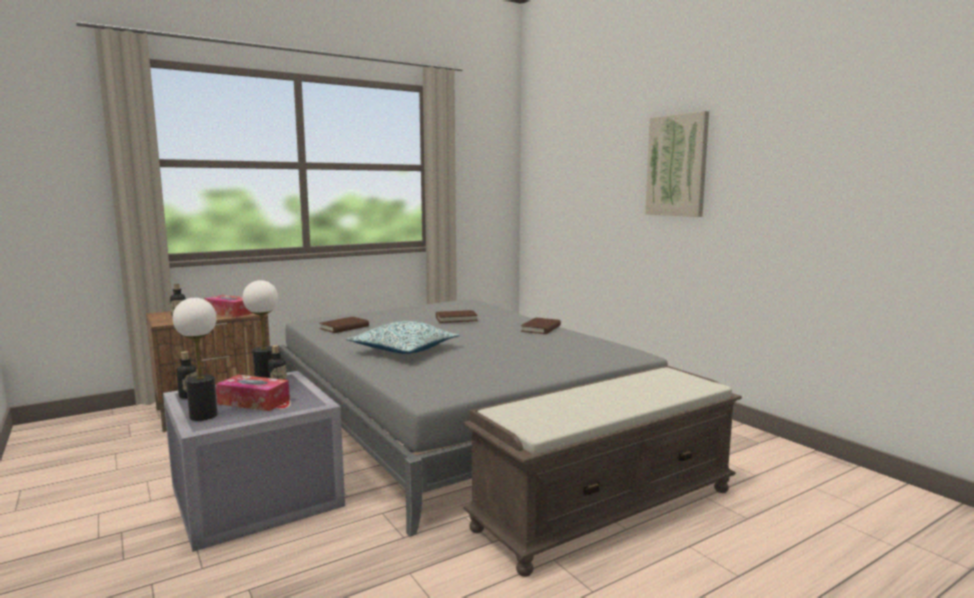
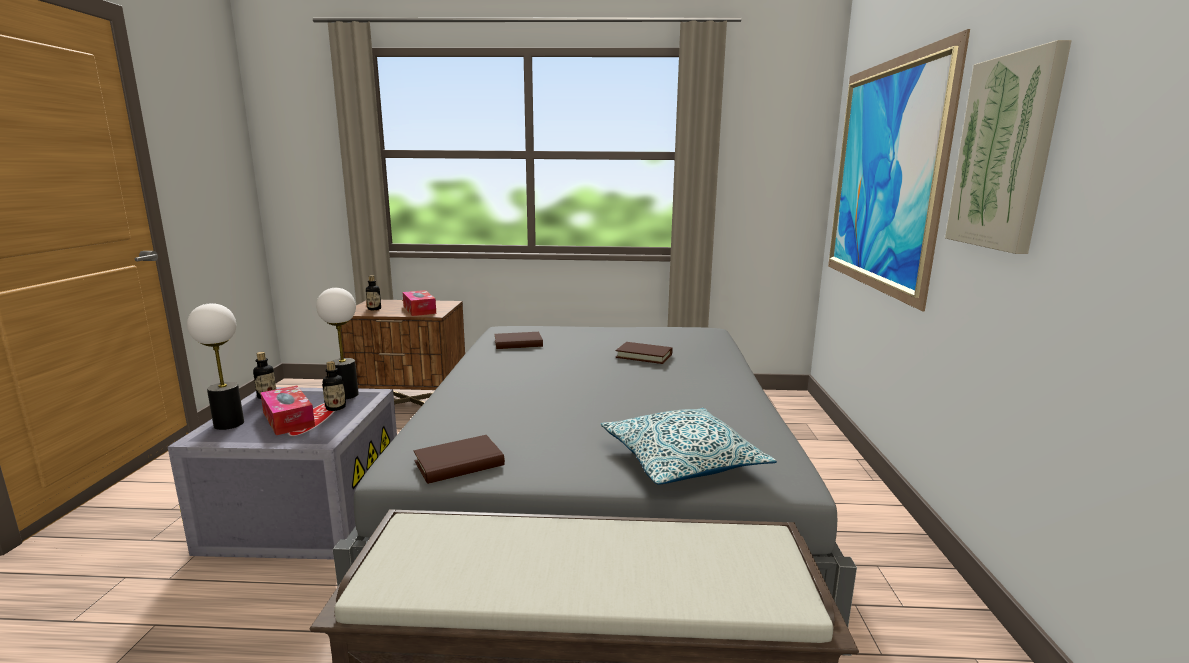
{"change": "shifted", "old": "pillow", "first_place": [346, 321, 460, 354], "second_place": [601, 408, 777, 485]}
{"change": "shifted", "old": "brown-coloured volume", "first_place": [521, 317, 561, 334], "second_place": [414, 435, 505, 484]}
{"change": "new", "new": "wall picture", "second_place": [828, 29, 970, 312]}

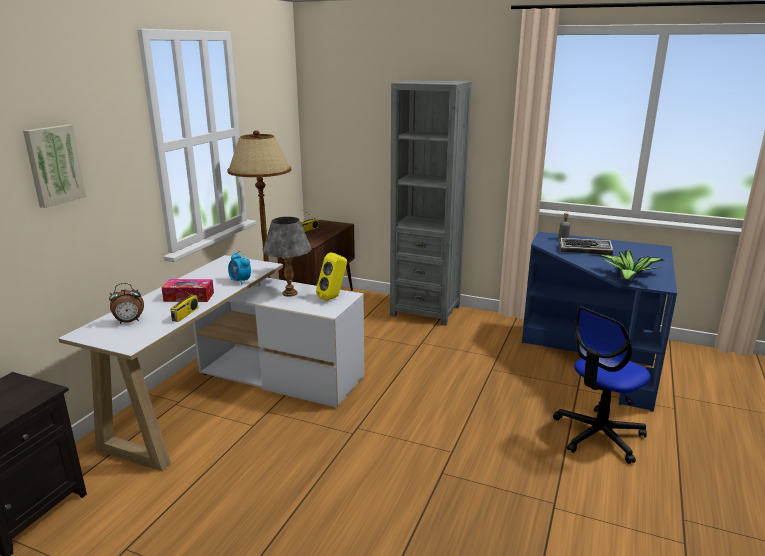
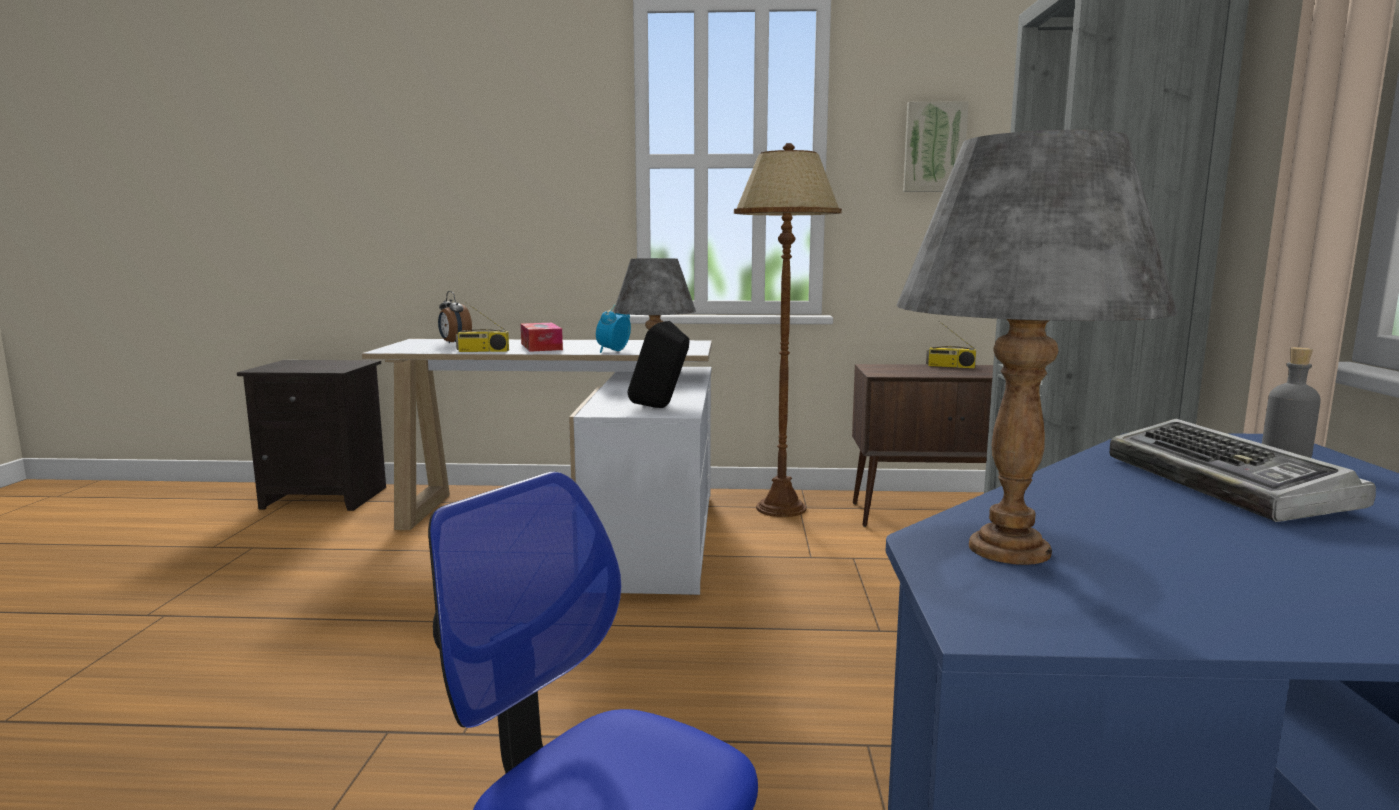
{"change": "shifted", "old": "wall picture", "first_place": [23, 125, 86, 208], "second_place": [903, 101, 969, 192]}
{"change": "repainted", "old": "yellow speaker", "new": "black-coloured speaker", "first_place": [316, 252, 347, 301], "second_place": [628, 321, 689, 408]}
{"change": "swapped", "old": "houseplant", "new": "greyish lamp for a table", "first_place": [599, 251, 665, 281], "second_place": [897, 130, 1178, 565]}

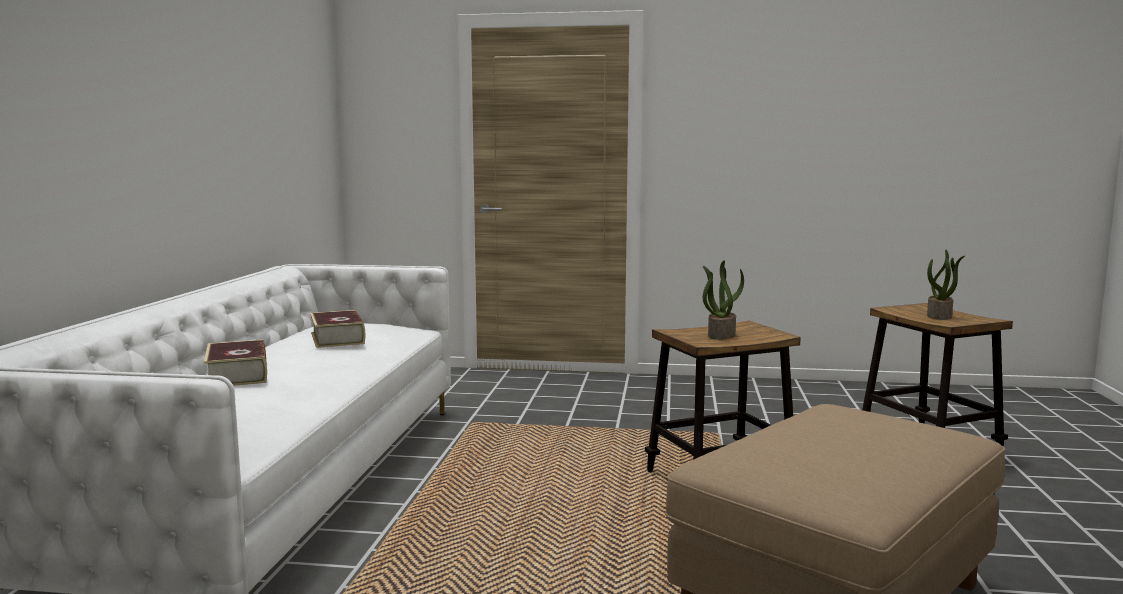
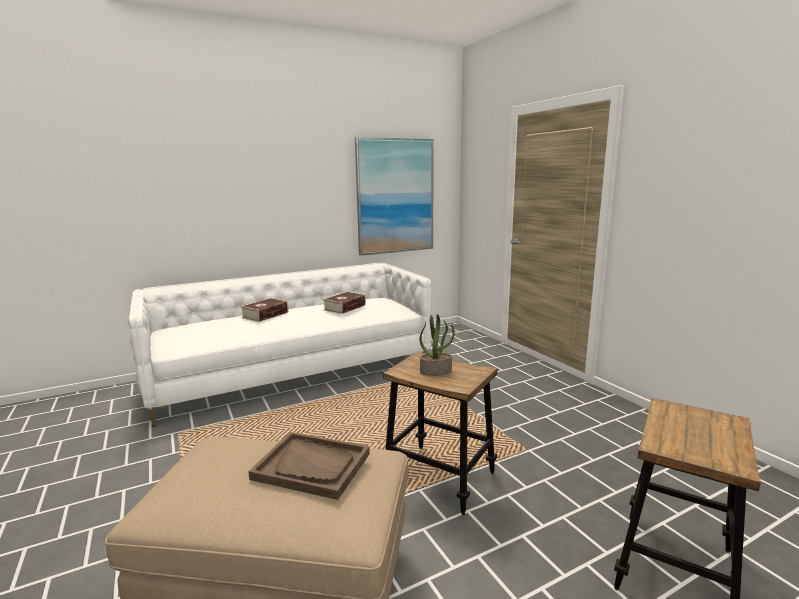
{"change": "gone", "old": "houseplant", "first_place": [927, 249, 965, 320]}
{"change": "new", "new": "brown-coloured serving tray", "second_place": [248, 432, 370, 500]}
{"change": "new", "new": "wall picture", "second_place": [355, 137, 434, 256]}

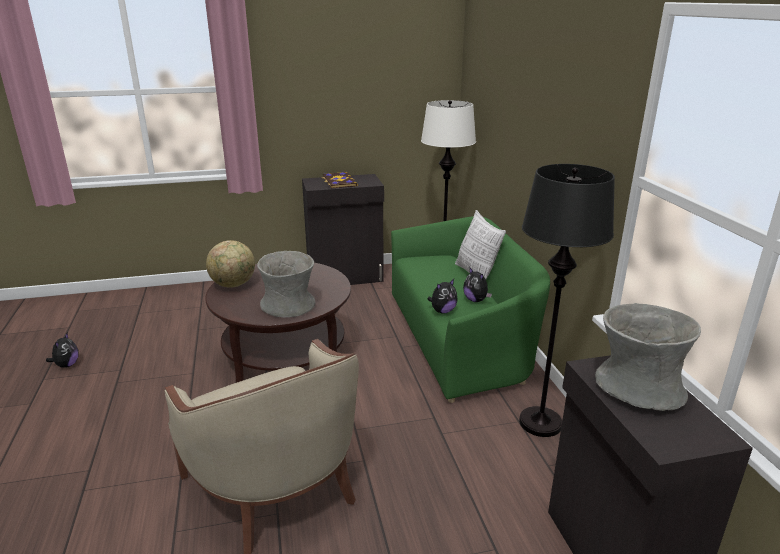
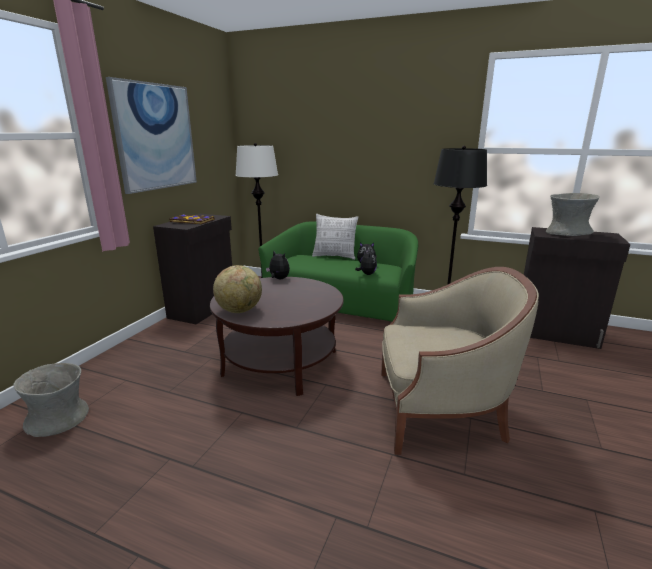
{"change": "shifted", "old": "soft toy", "first_place": [46, 332, 79, 368], "second_place": [266, 251, 290, 279]}
{"change": "shifted", "old": "greyish flower vase", "first_place": [257, 251, 315, 317], "second_place": [13, 363, 89, 437]}
{"change": "new", "new": "wall picture", "second_place": [106, 77, 197, 194]}

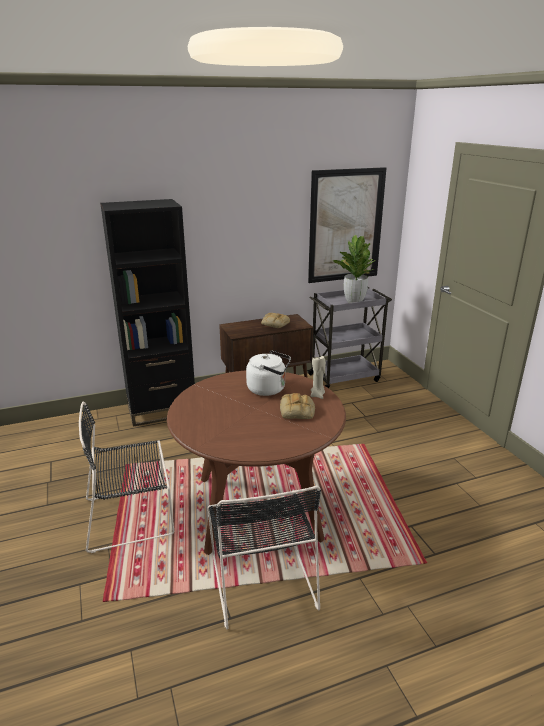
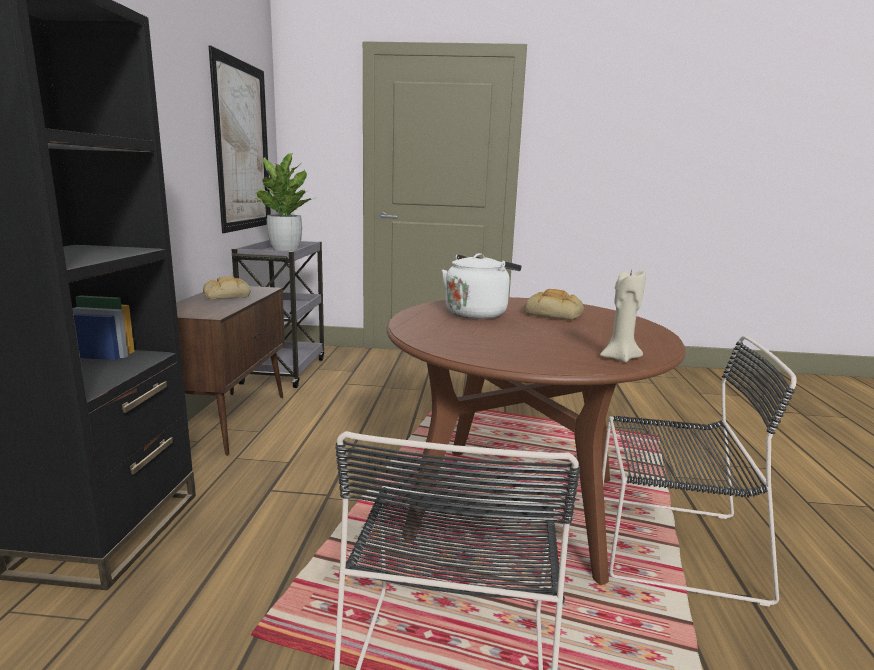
{"change": "shifted", "old": "beige-coloured wax candle", "first_place": [311, 356, 326, 399], "second_place": [600, 269, 646, 363]}

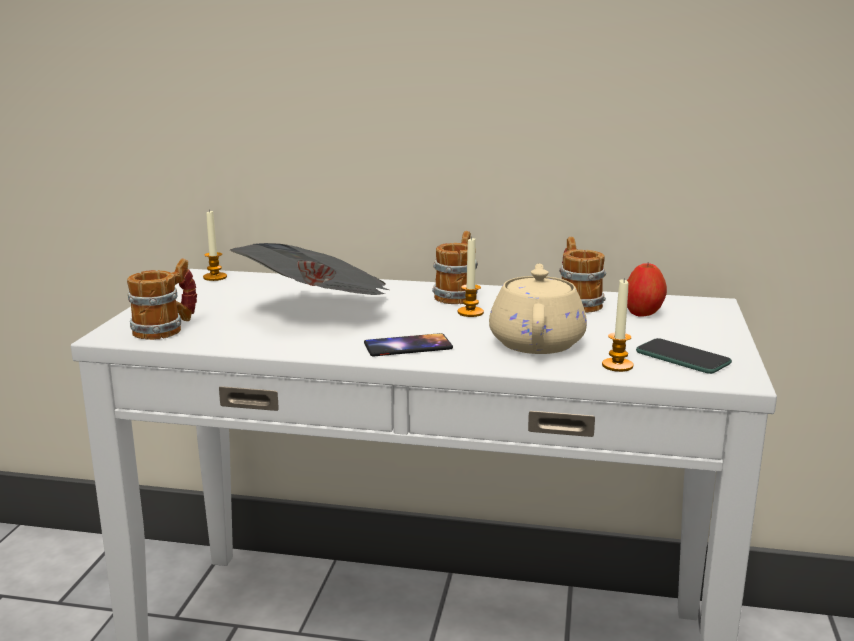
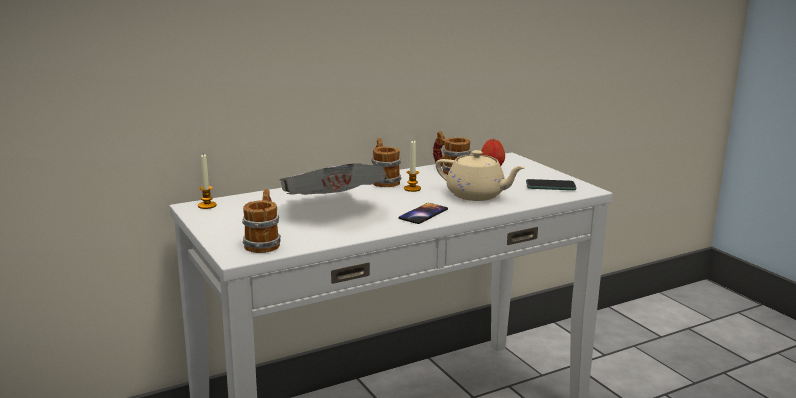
{"change": "rotated", "old": "beige-coloured teapot", "first_place": [489, 264, 587, 354], "second_place": [436, 150, 525, 201], "degrees": 150}
{"change": "gone", "old": "wax candle", "first_place": [602, 278, 633, 372]}

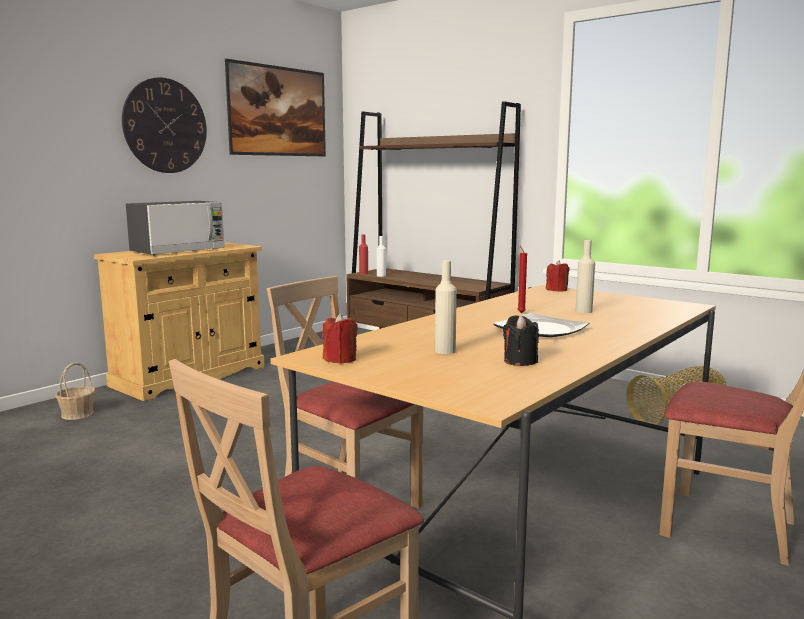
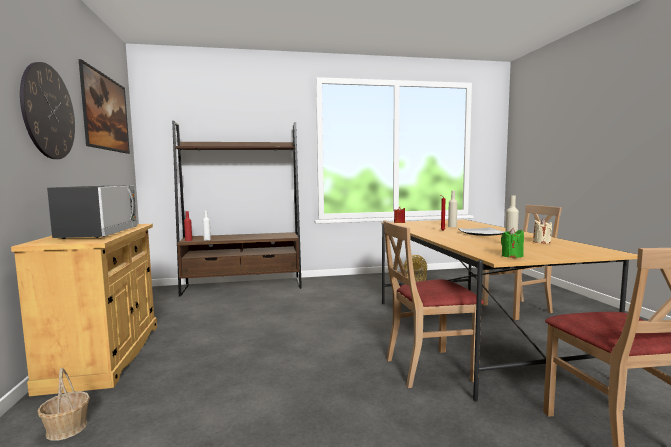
{"change": "repainted", "old": "red wax candle", "new": "green wax candle", "first_place": [322, 313, 358, 364], "second_place": [501, 228, 524, 258]}
{"change": "repainted", "old": "black-coloured wax candle", "new": "beige-coloured wax candle", "first_place": [503, 315, 539, 366], "second_place": [533, 219, 552, 243]}

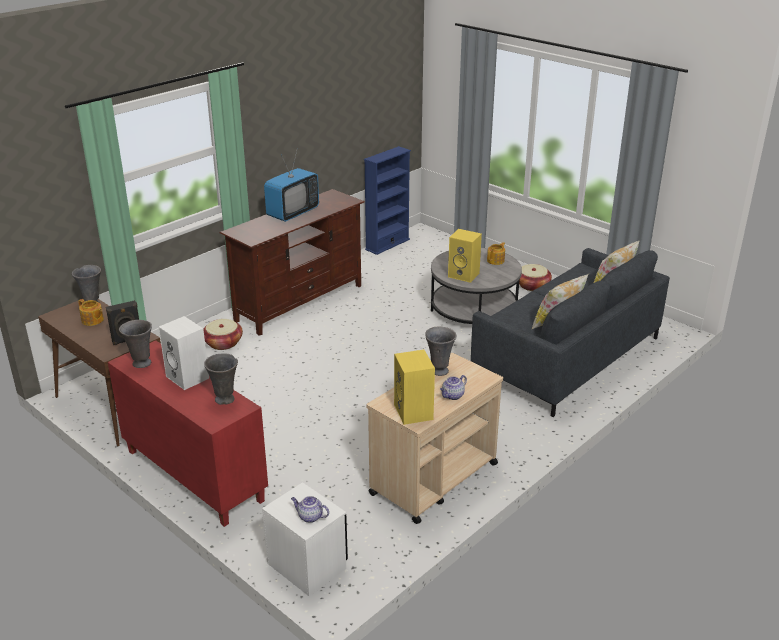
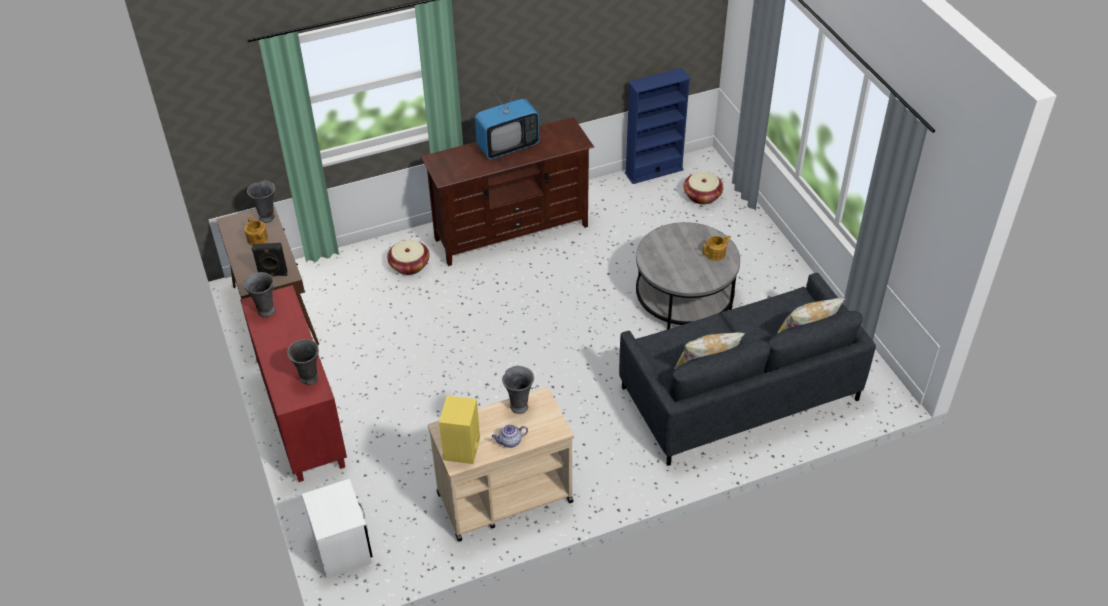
{"change": "gone", "old": "white-coloured speaker", "first_place": [159, 316, 209, 390]}
{"change": "gone", "old": "teapot", "first_place": [291, 496, 329, 523]}
{"change": "gone", "old": "yellow speaker", "first_place": [448, 229, 482, 283]}
{"change": "shifted", "old": "household basket", "first_place": [519, 264, 552, 291], "second_place": [683, 172, 723, 204]}

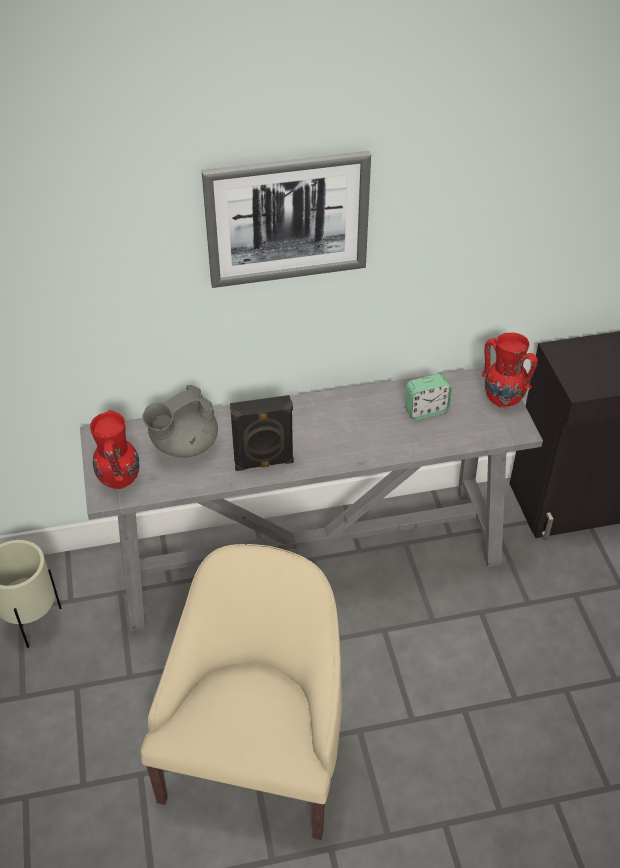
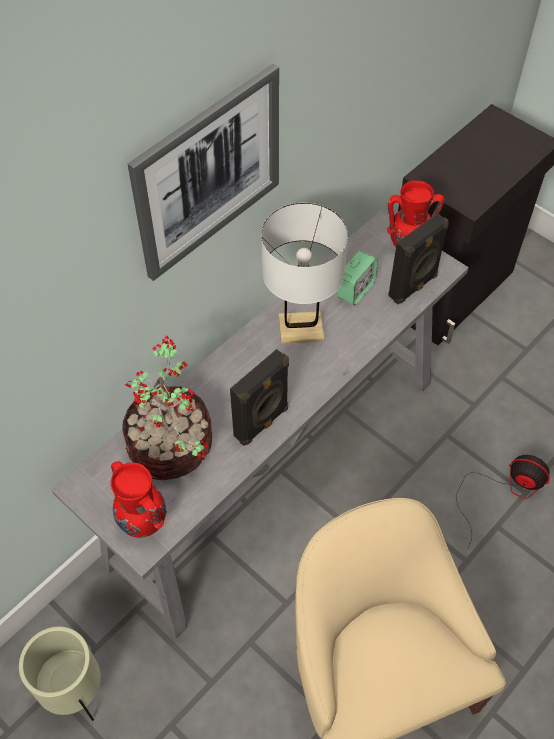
{"change": "swapped", "old": "greyish teapot", "new": "houseplant", "first_place": [142, 385, 218, 458], "second_place": [122, 336, 212, 480]}
{"change": "new", "new": "white-coloured lamp for a table", "second_place": [261, 203, 348, 344]}
{"change": "new", "new": "black-coloured speaker", "second_place": [388, 213, 449, 305]}
{"change": "new", "new": "cooling fan", "second_place": [456, 455, 550, 550]}

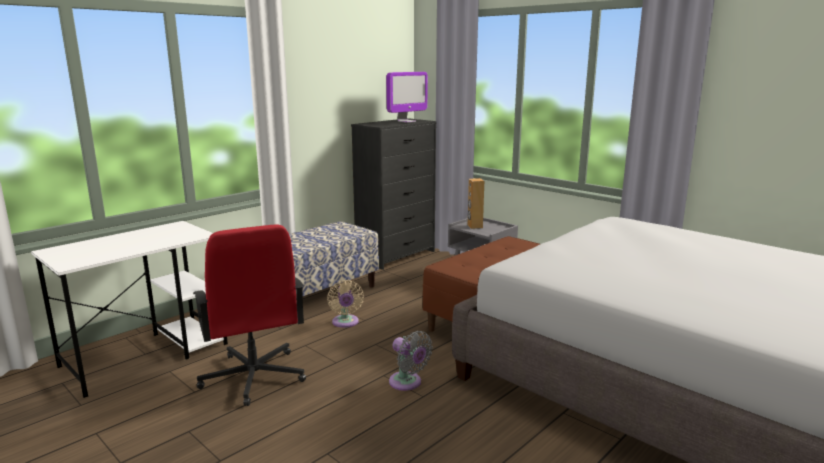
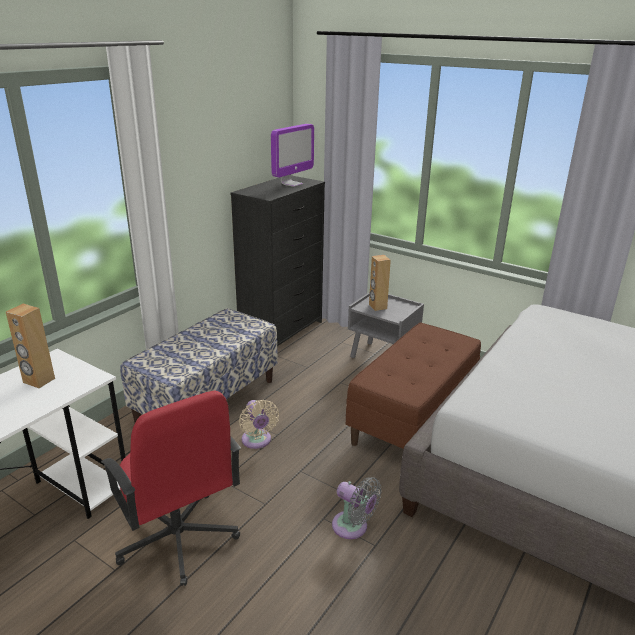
{"change": "new", "new": "brown-coloured speaker", "second_place": [6, 304, 55, 388]}

